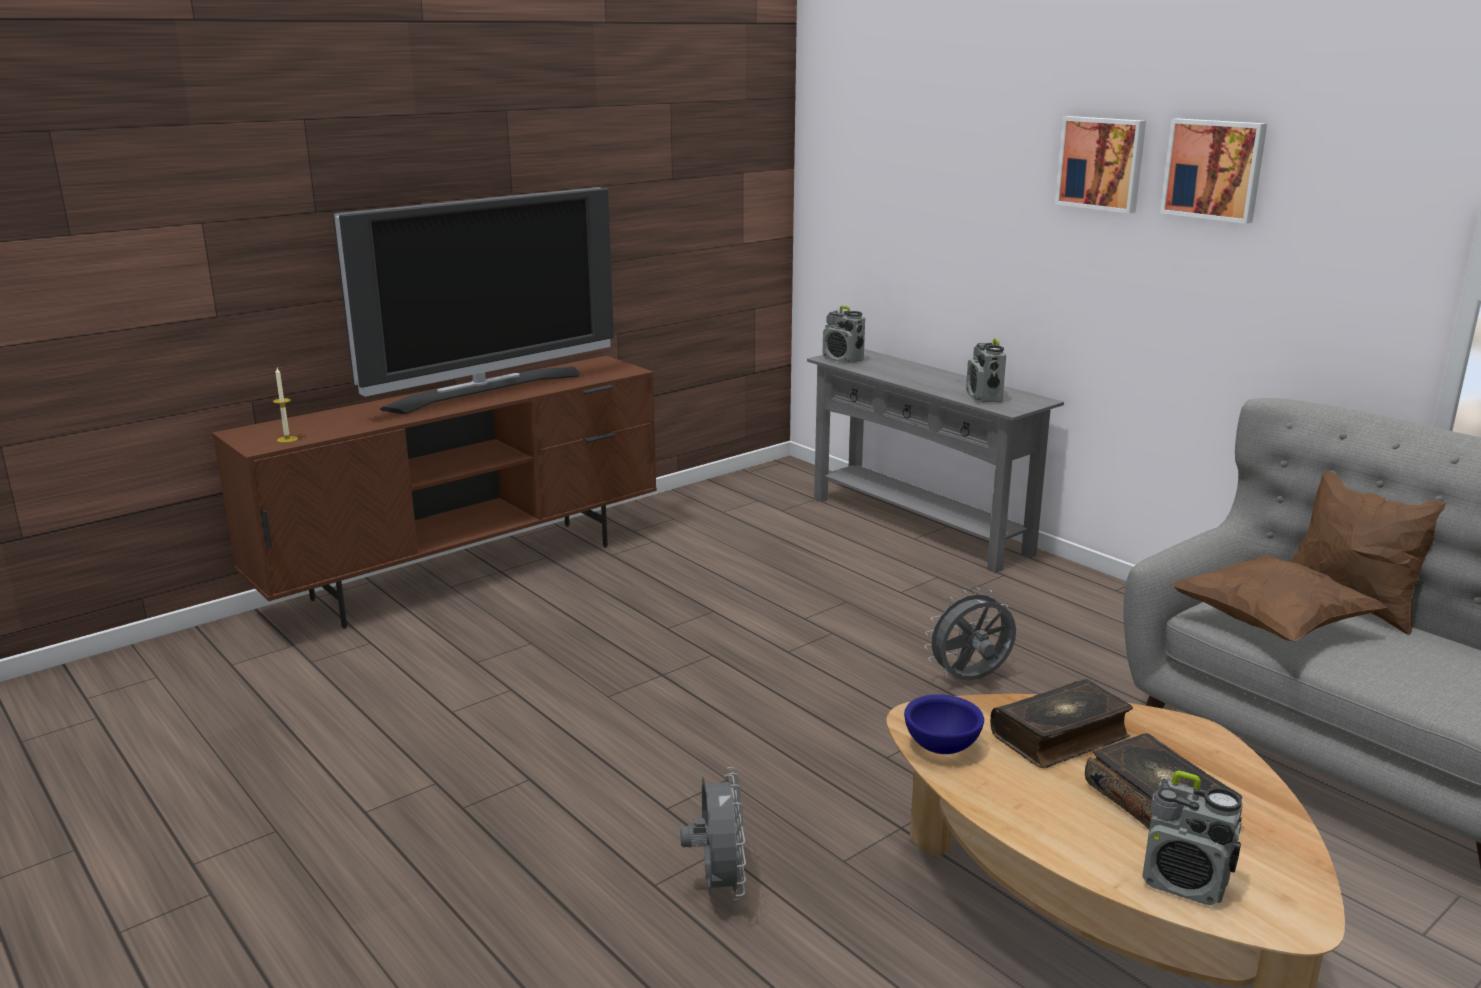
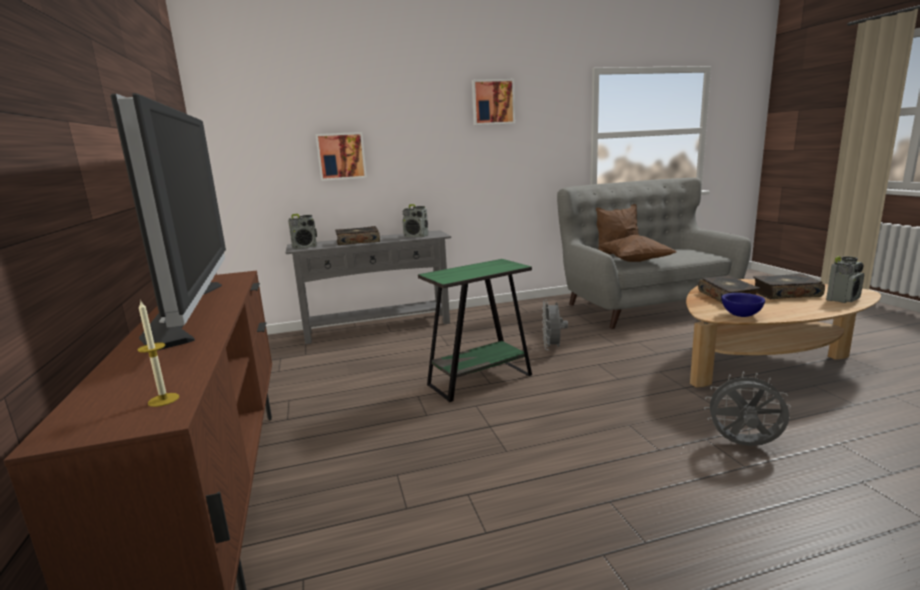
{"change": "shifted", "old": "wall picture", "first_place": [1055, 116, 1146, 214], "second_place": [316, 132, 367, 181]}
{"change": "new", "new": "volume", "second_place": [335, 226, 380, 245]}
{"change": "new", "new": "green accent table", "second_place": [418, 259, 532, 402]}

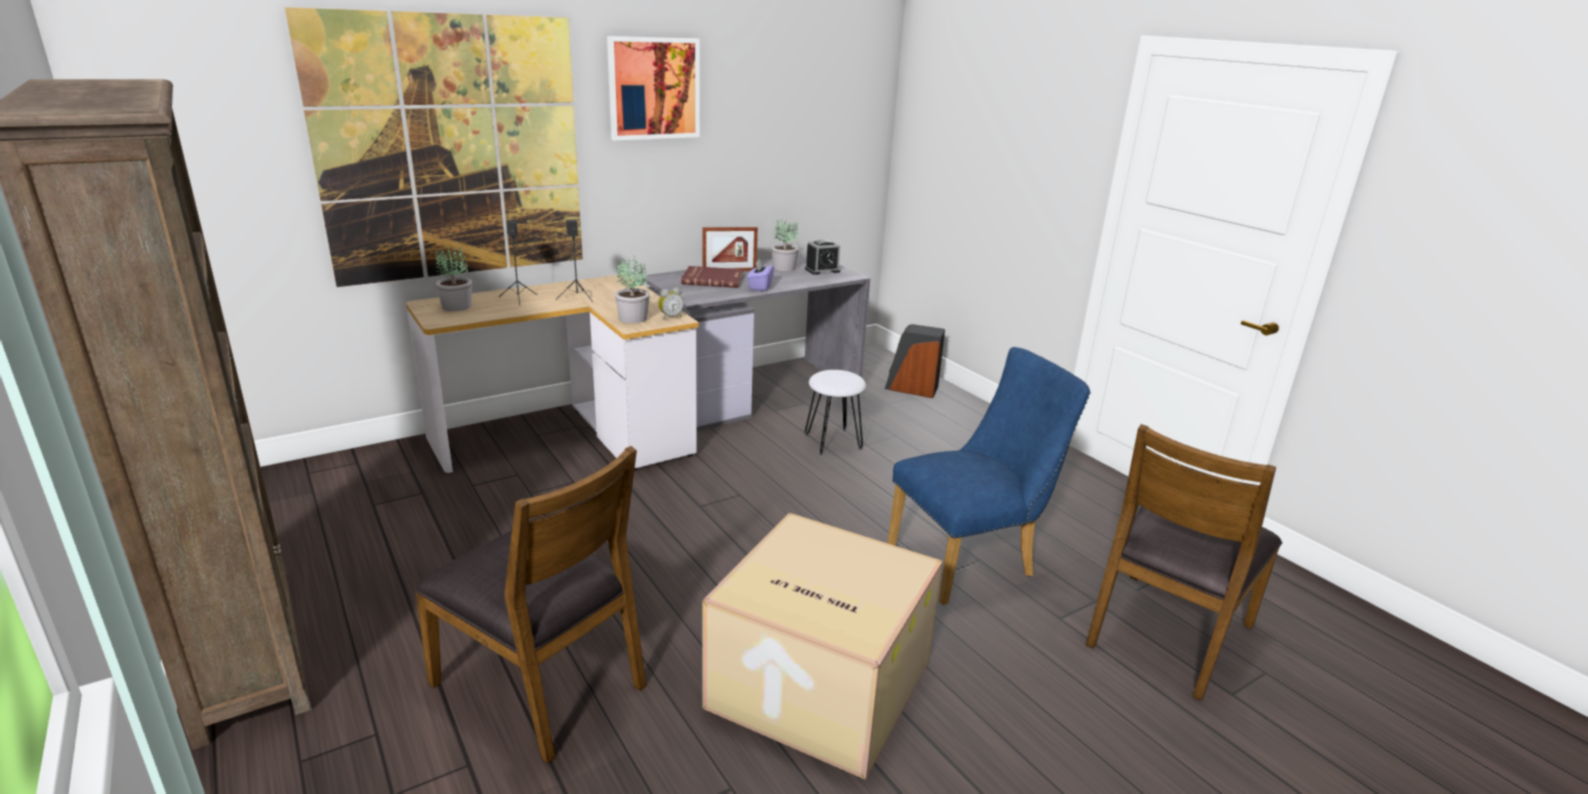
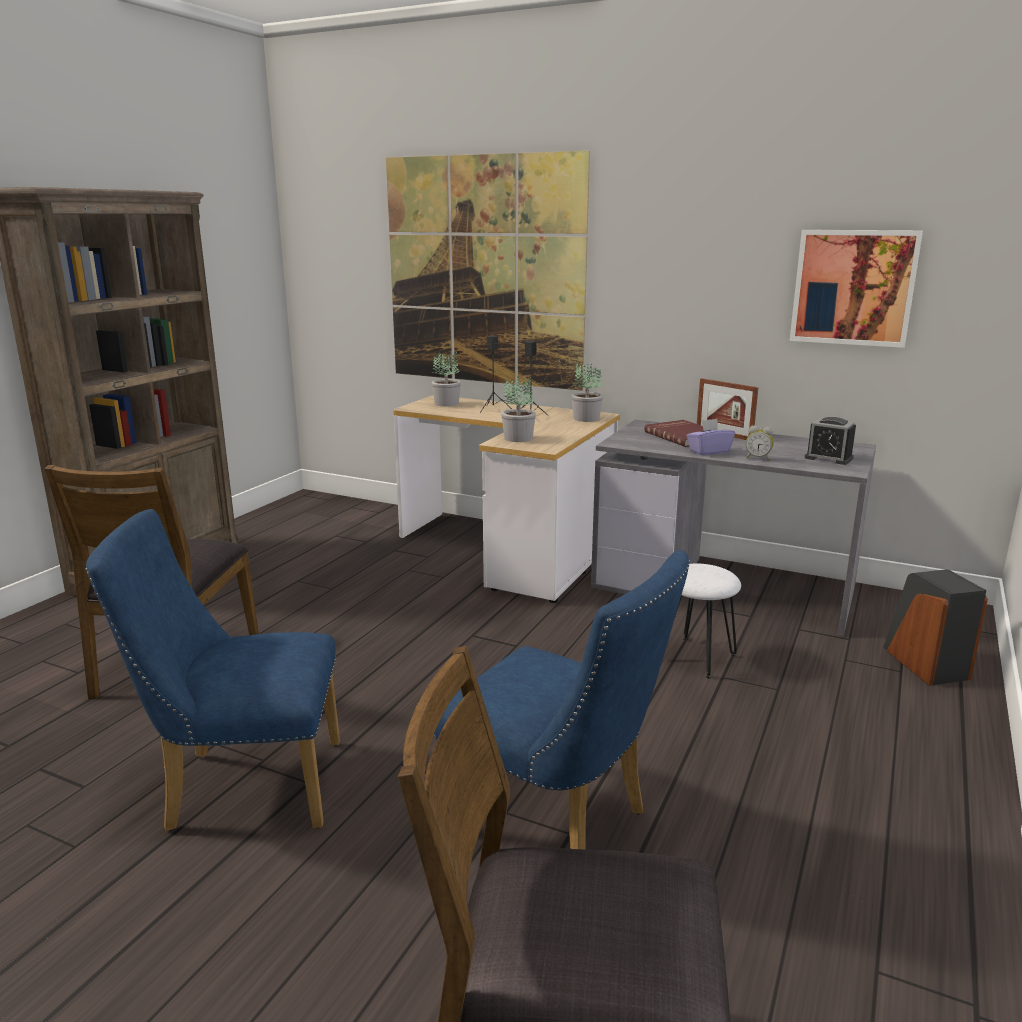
{"change": "shifted", "old": "wall picture", "first_place": [607, 36, 700, 141], "second_place": [790, 230, 923, 348]}
{"change": "shifted", "old": "table clock", "first_place": [658, 287, 684, 320], "second_place": [746, 426, 774, 461]}
{"change": "swapped", "old": "carton", "new": "blue chair", "first_place": [702, 513, 943, 780], "second_place": [86, 509, 340, 831]}
{"change": "shifted", "old": "houseplant", "first_place": [771, 220, 799, 271], "second_place": [571, 362, 603, 422]}

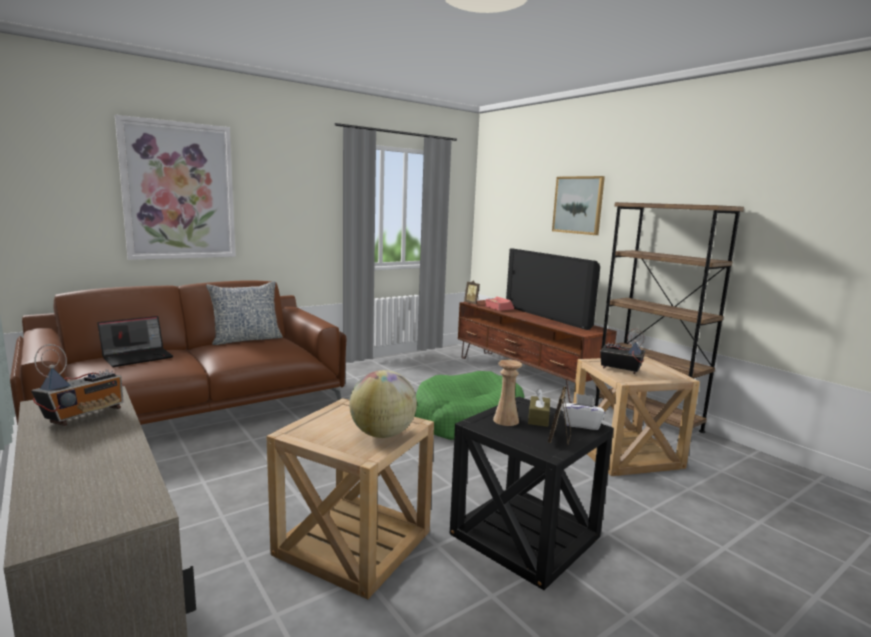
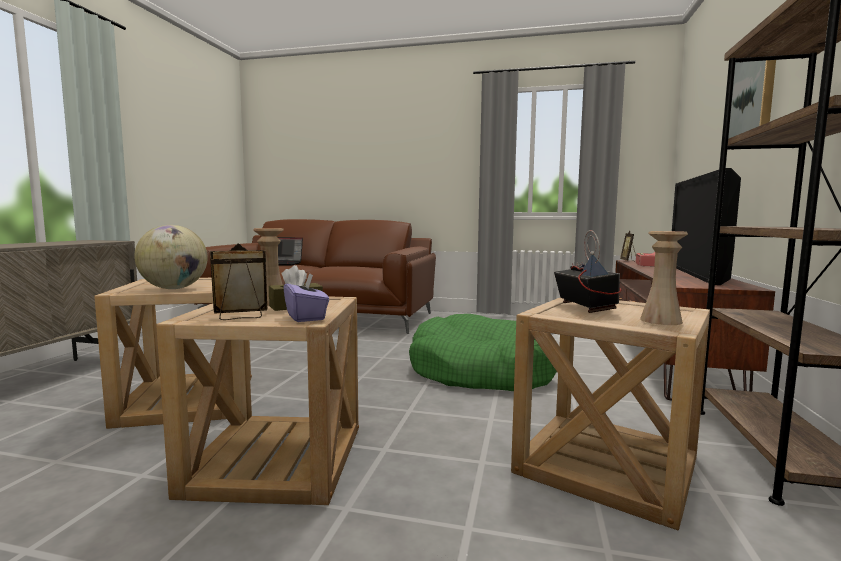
{"change": "gone", "old": "radio", "first_place": [31, 344, 124, 426]}
{"change": "gone", "old": "wall picture", "first_place": [115, 115, 236, 260]}
{"change": "gone", "old": "pillow", "first_place": [206, 281, 283, 345]}
{"change": "repainted", "old": "black-coloured accent table", "new": "beige-coloured accent table", "first_place": [450, 397, 613, 590], "second_place": [157, 297, 359, 505]}
{"change": "repainted", "old": "white-coloured box of tissues", "new": "purple-coloured box of tissues", "first_place": [563, 393, 605, 430], "second_place": [283, 273, 329, 322]}
{"change": "new", "new": "beige-coloured flower vase", "second_place": [640, 231, 688, 325]}

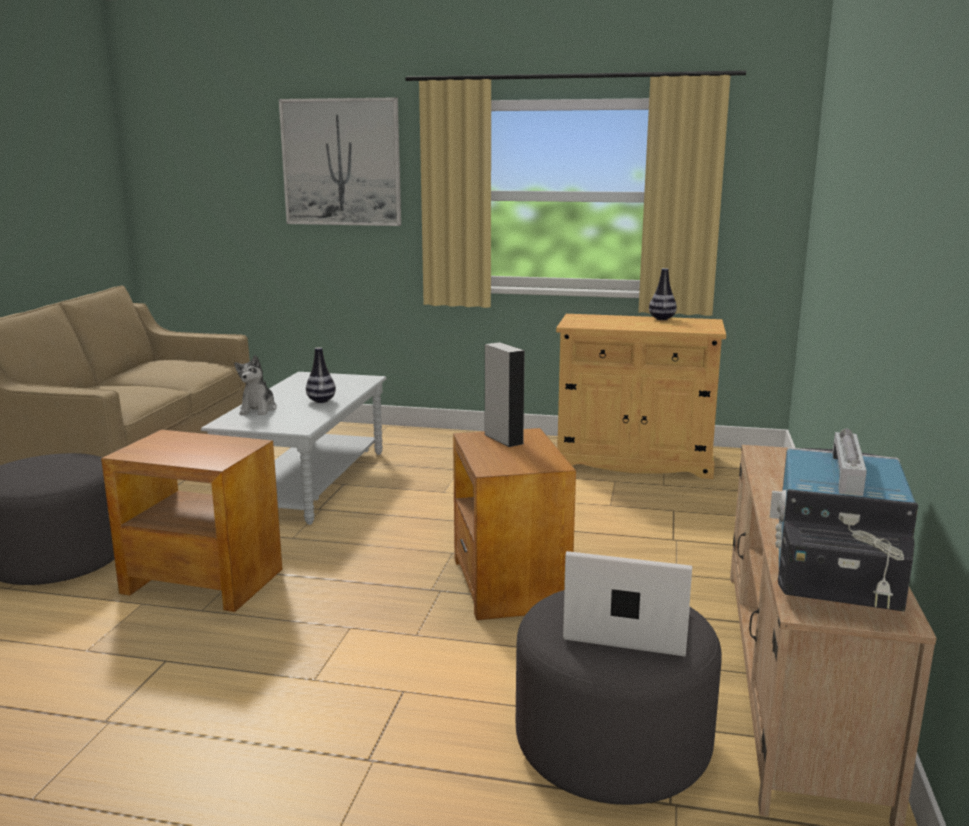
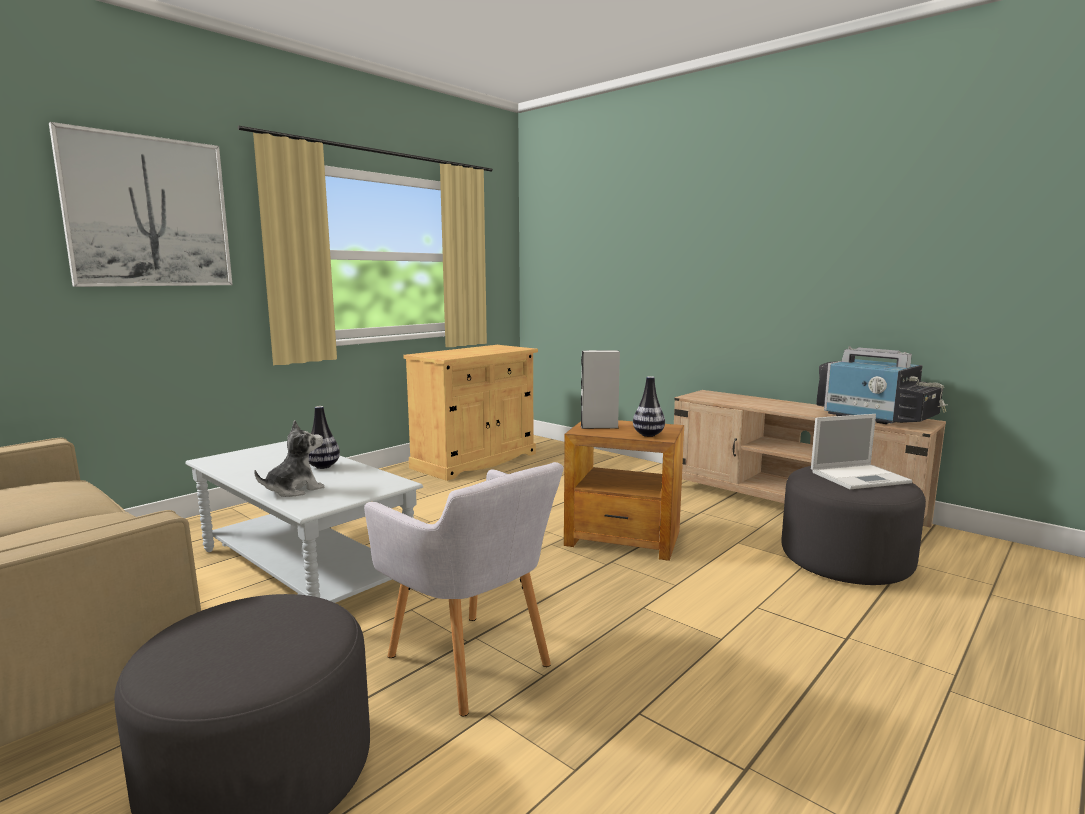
{"change": "swapped", "old": "brown-coloured accent table", "new": "greyish easy chair", "first_place": [101, 430, 282, 612], "second_place": [364, 462, 563, 716]}
{"change": "rotated", "old": "soft toy", "first_place": [234, 355, 277, 415], "second_place": [254, 420, 324, 497], "degrees": -75}
{"change": "rotated", "old": "portable computer", "first_place": [563, 551, 692, 656], "second_place": [811, 414, 913, 489], "degrees": -150}
{"change": "shifted", "old": "flower vase", "first_place": [649, 268, 677, 320], "second_place": [633, 376, 665, 437]}

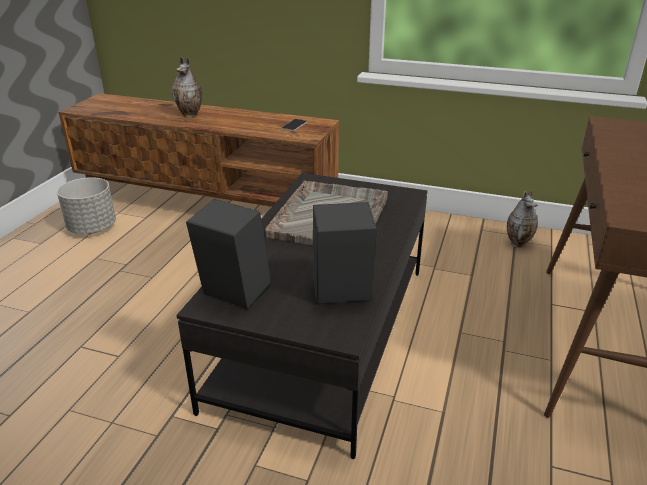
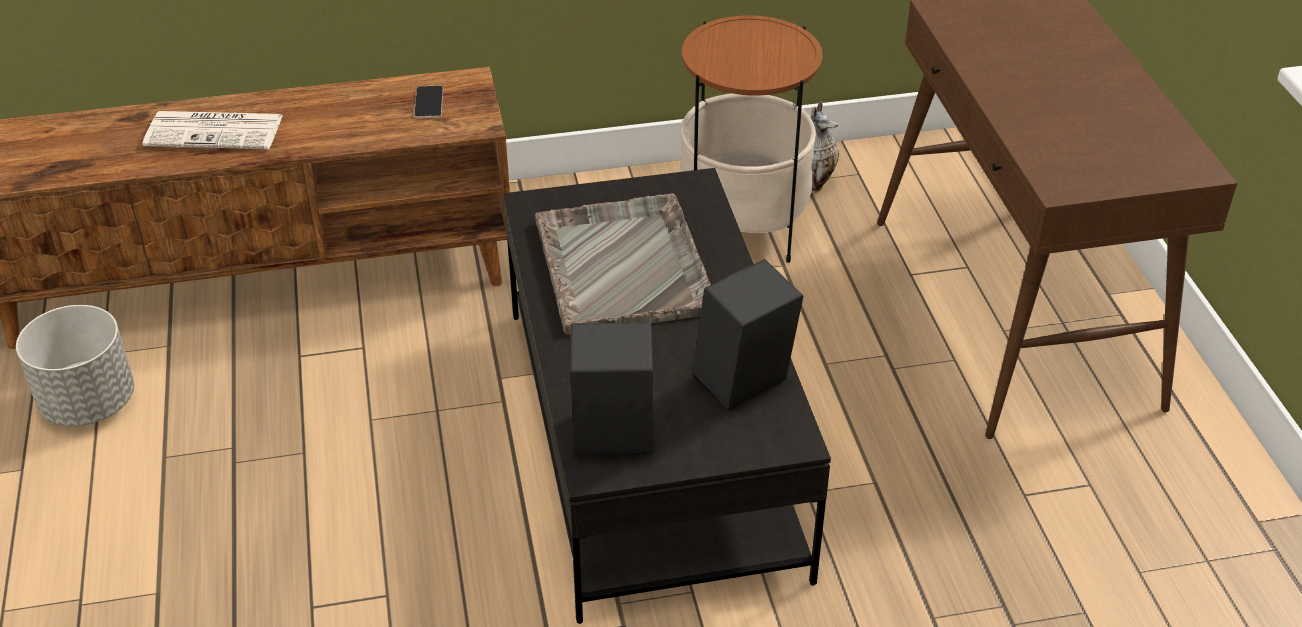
{"change": "swapped", "old": "flower vase", "new": "printed paper", "first_place": [172, 56, 202, 117], "second_place": [143, 111, 283, 149]}
{"change": "new", "new": "accent table", "second_place": [680, 15, 823, 263]}

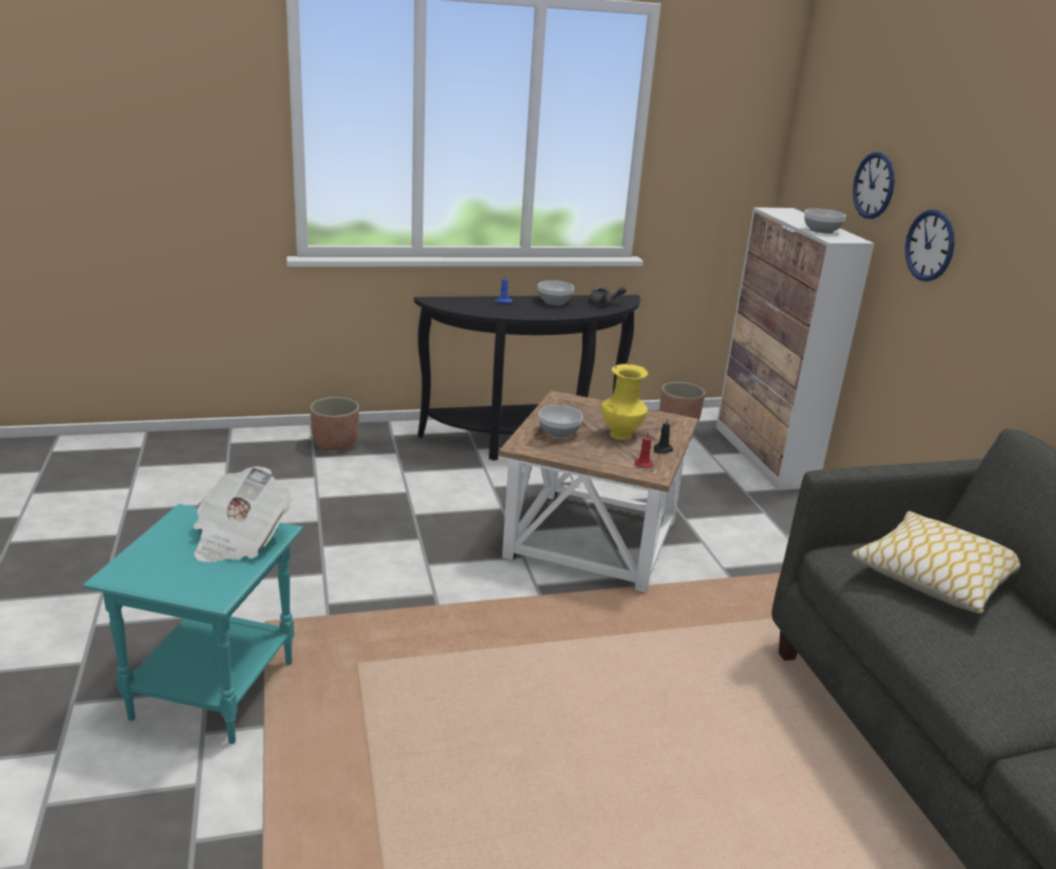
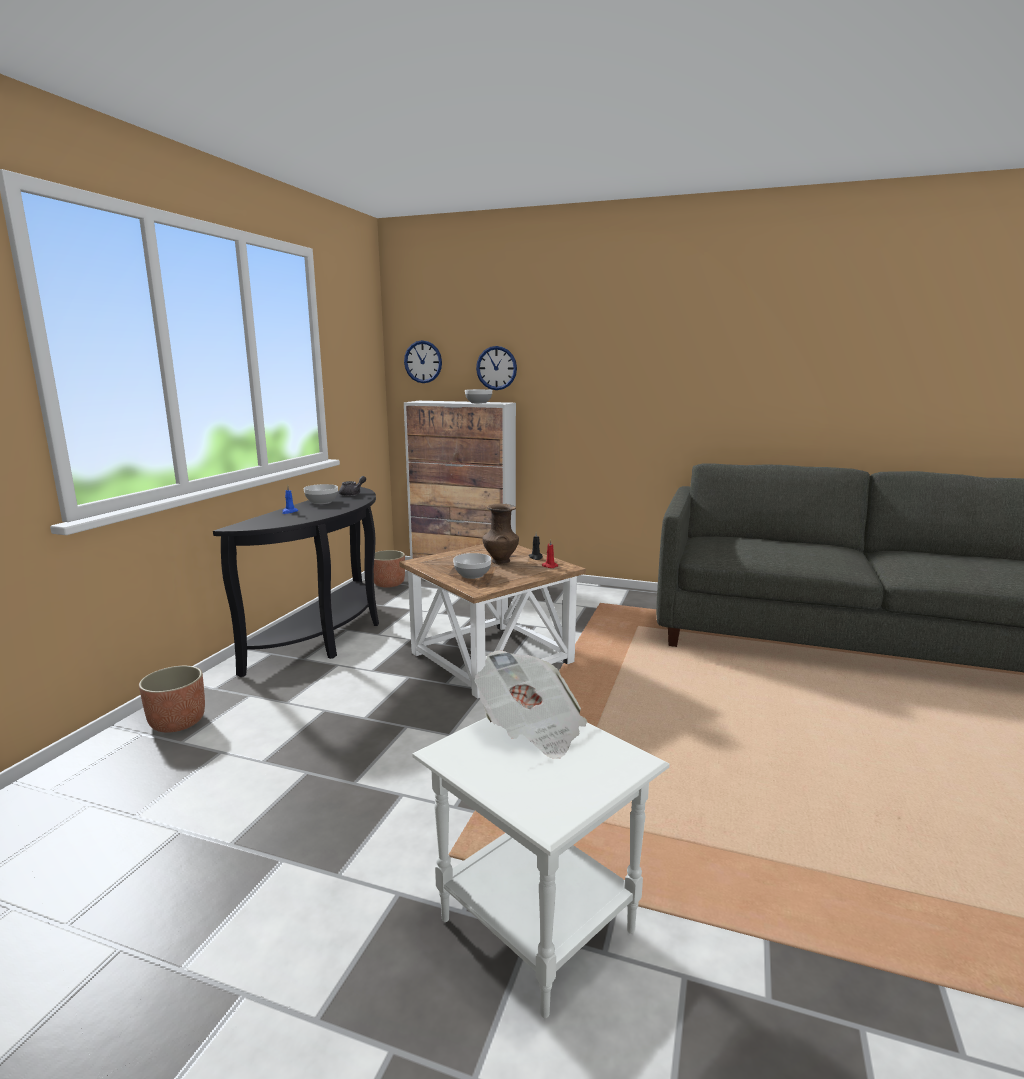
{"change": "repainted", "old": "turquoise-coloured accent table", "new": "white-coloured accent table", "first_place": [83, 504, 303, 744], "second_place": [412, 717, 670, 1018]}
{"change": "repainted", "old": "yellow flower vase", "new": "brown-coloured flower vase", "first_place": [602, 364, 648, 440], "second_place": [482, 503, 519, 564]}
{"change": "gone", "old": "pillow", "first_place": [852, 511, 1020, 614]}
{"change": "shifted", "old": "wall clock", "first_place": [905, 210, 955, 281], "second_place": [404, 340, 442, 383]}

